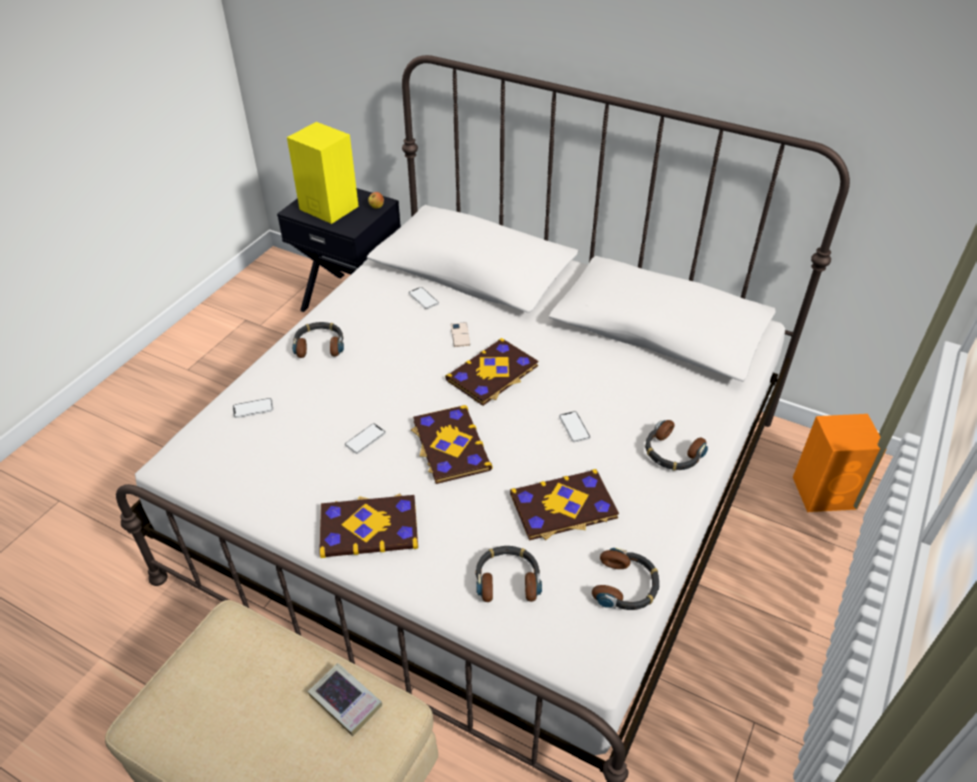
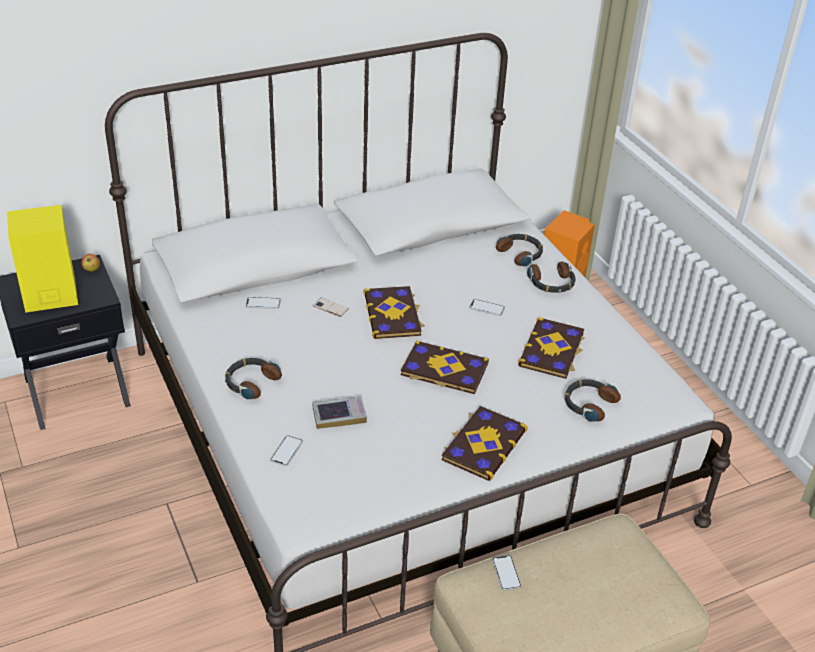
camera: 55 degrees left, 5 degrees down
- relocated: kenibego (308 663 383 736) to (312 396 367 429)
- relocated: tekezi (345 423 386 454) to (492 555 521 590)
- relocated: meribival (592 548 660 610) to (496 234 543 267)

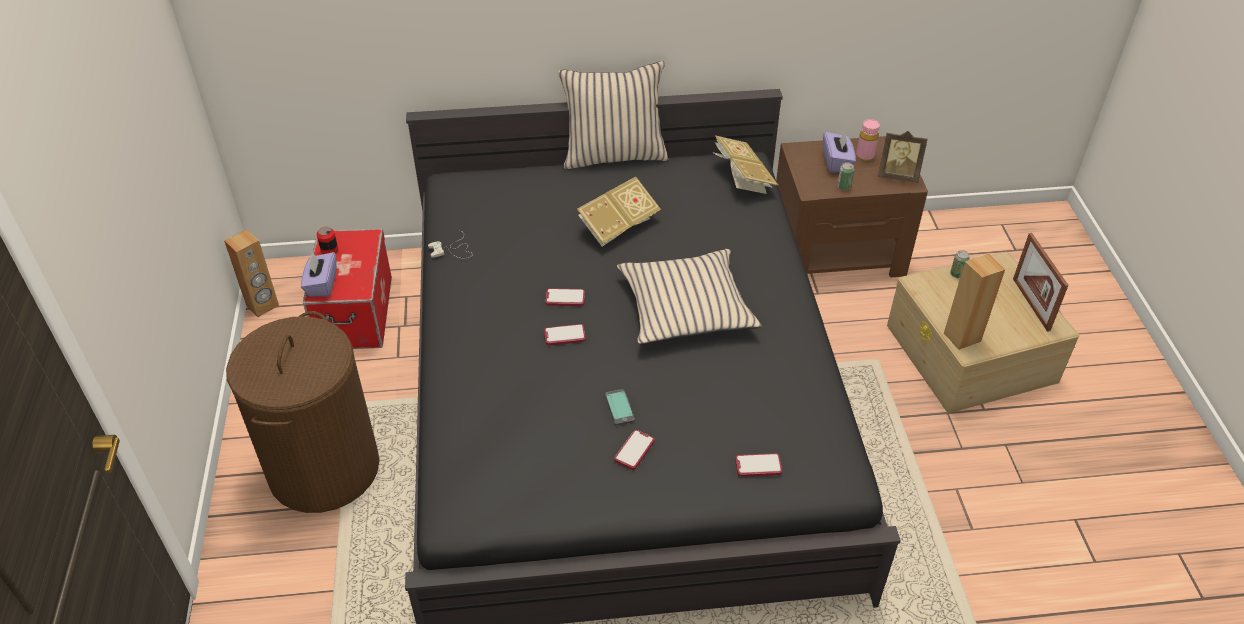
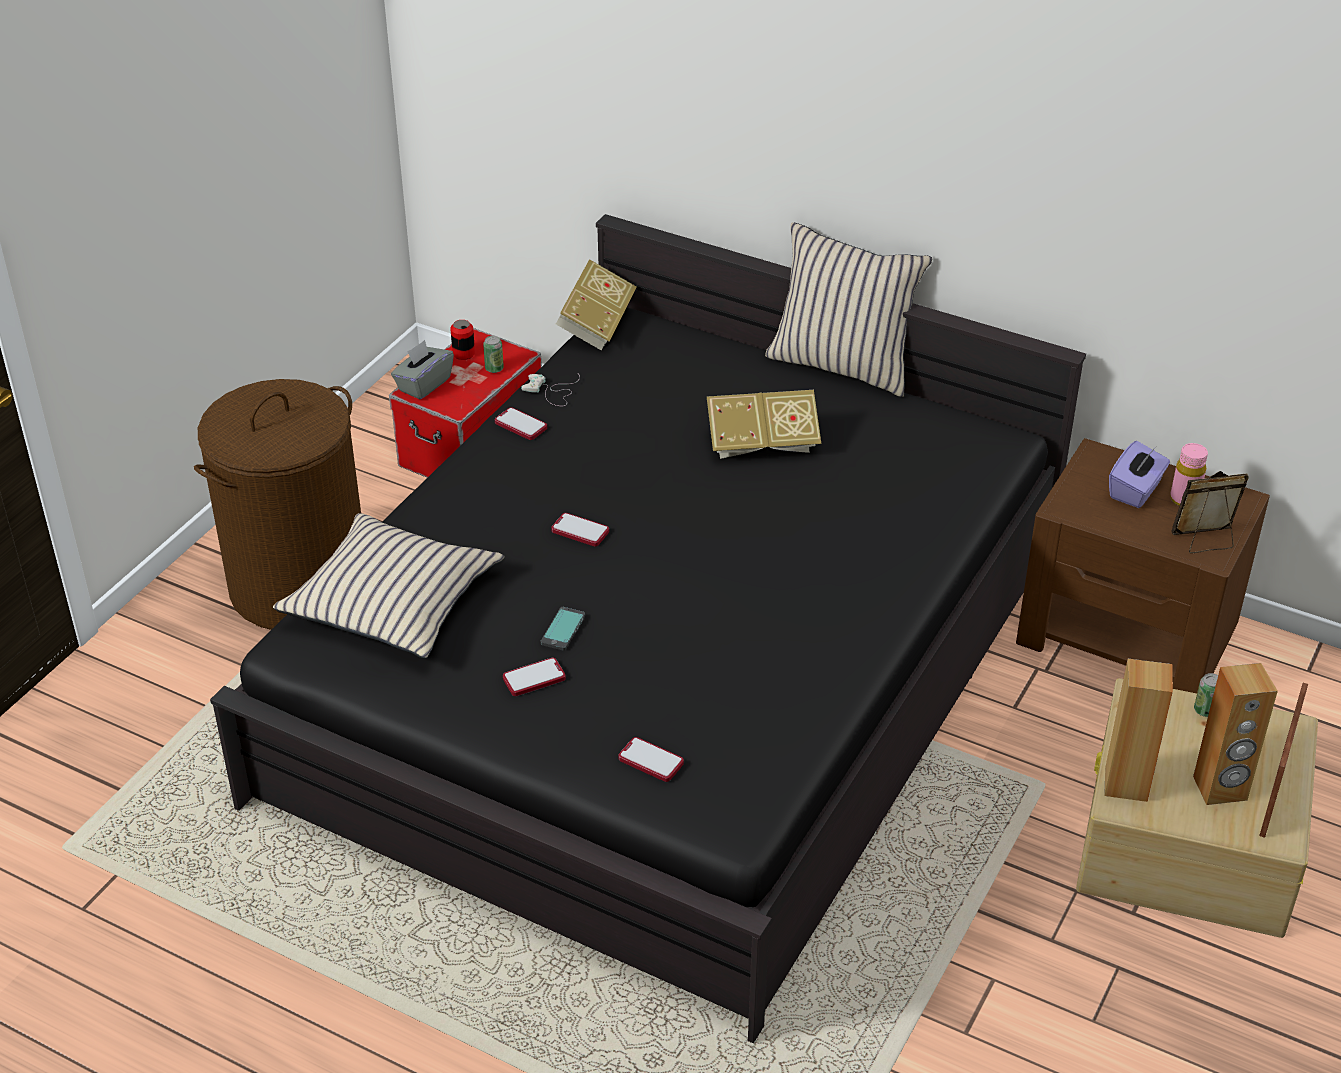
camera: 35 degrees right, 5 degrees down
- relocated: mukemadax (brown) (224 230 279 317) to (1193 663 1278 805)
- colour: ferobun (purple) (301 252 337 297) to ferobun (grey) (391 340 454 399)
- relocated: tekezi (546 288 585 306) to (495 407 547 440)
- relocated: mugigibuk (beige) (617 249 762 344) to (273 513 505 658)
- relocated: kenibego (712 135 778 194) to (556 259 637 351)
- relocated: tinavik (837 162 855 190) to (483 336 504 373)
- spun: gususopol (878 131 928 183) = (1171 471 1249 553) 120 degrees clockwise

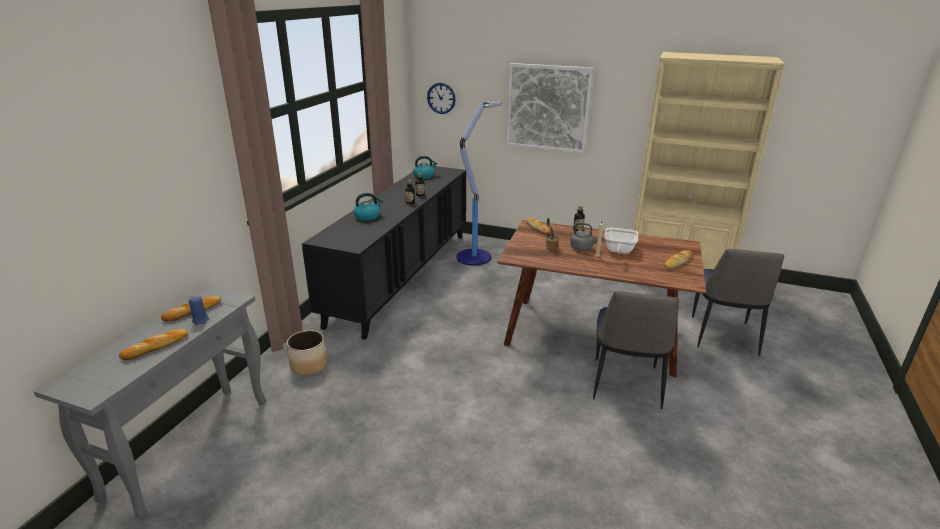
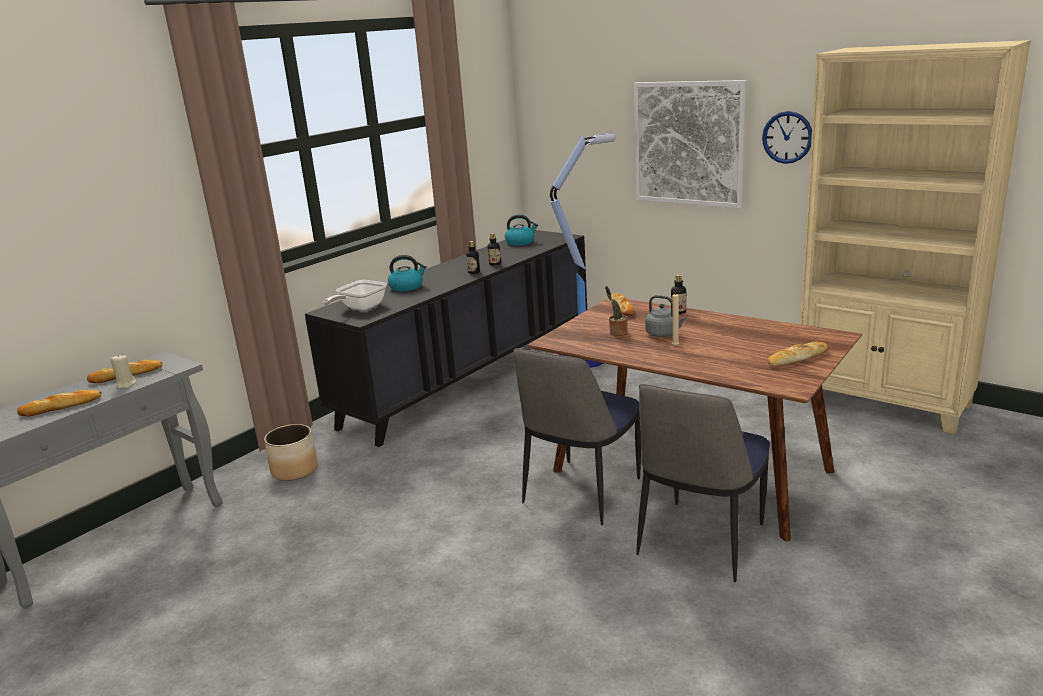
camera: 20 degrees right, 5 degrees down
- colour: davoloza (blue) (189 296 209 325) to davoloza (beige) (110 355 136 388)
- relocated: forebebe (427 83 456 114) to (762 111 812 164)
- relocated: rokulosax (604 227 638 254) to (323 280 387 310)
- relocated: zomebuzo (692 249 784 356) to (514 348 641 525)

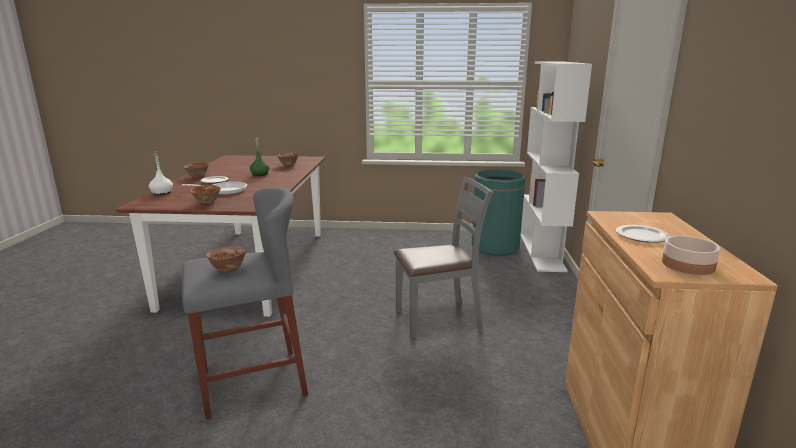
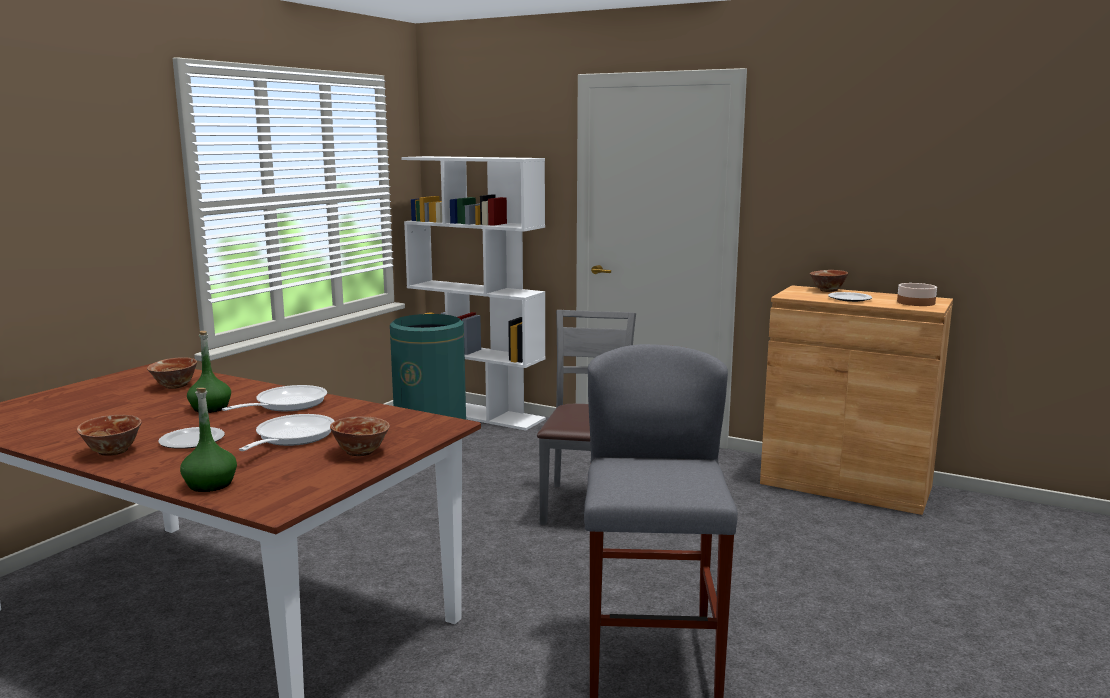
camera: 65 degrees left, 5 degrees down
- colour: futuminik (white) (149 151 173 195) to futuminik (green) (180 388 237 492)
- relocated: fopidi (206 246 246 273) to (810 270 848 292)
- appeared: rokulosax (222 385 327 411)

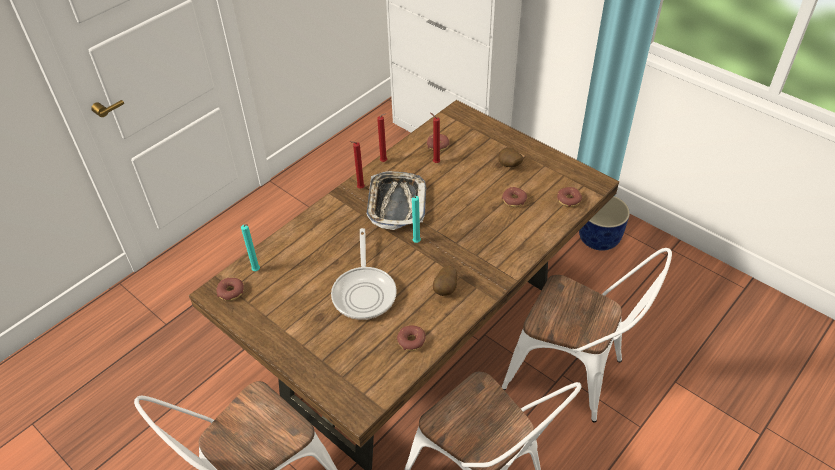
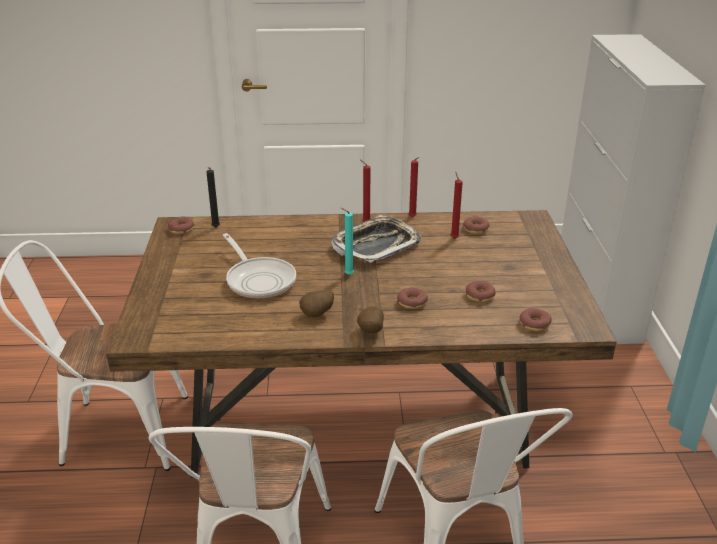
camera: 45 degrees right, 15 degrees down
- colour: davoloza (turquoise) (241 224 260 271) to davoloza (black) (206 167 220 228)
- spun: rokulosax (331 228 397 320) = (223 233 296 299) 75 degrees counterclockwise
- relocated: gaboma (397 325 426 351) to (397 287 428 309)
- relocated: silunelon (498 148 523 167) to (357 307 384 333)
- missing: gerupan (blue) (579 196 630 251)

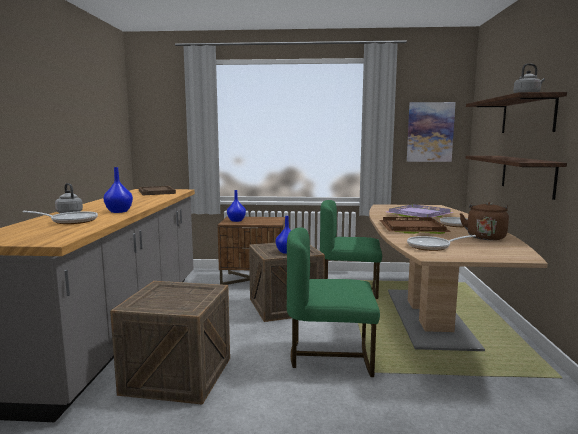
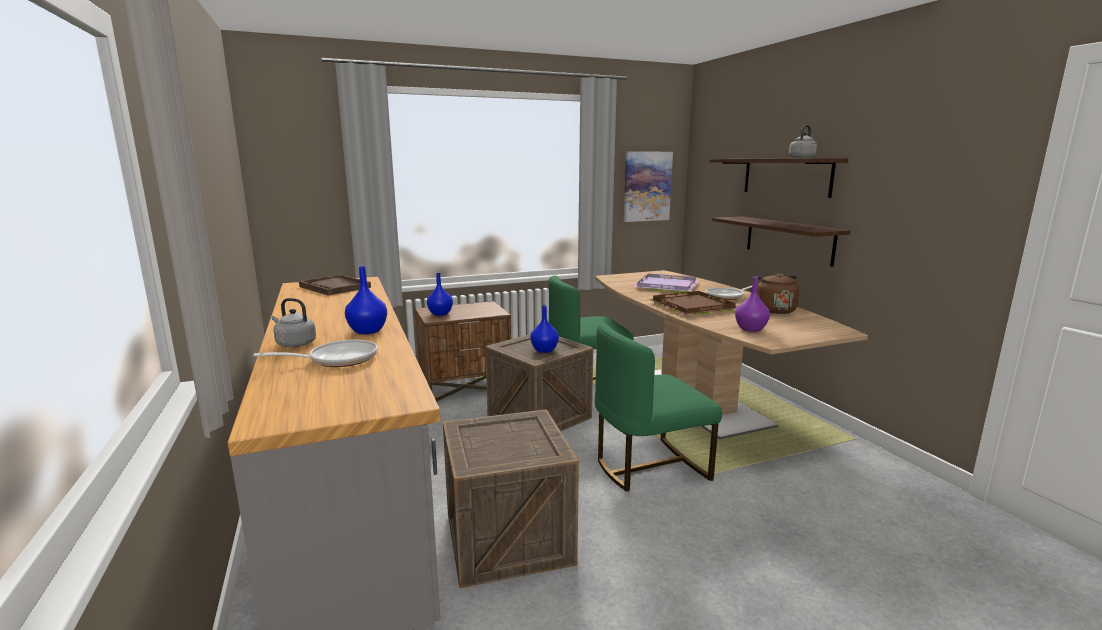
camera: 25 degrees left, 5 degrees up
- exchanged: rokulosax (407 235 476 251) to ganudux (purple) (735 277 770 332)

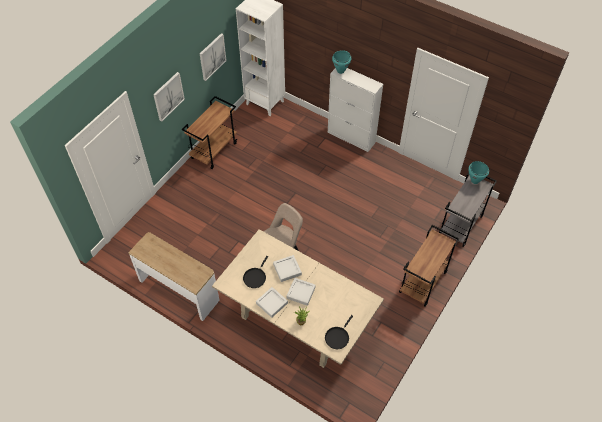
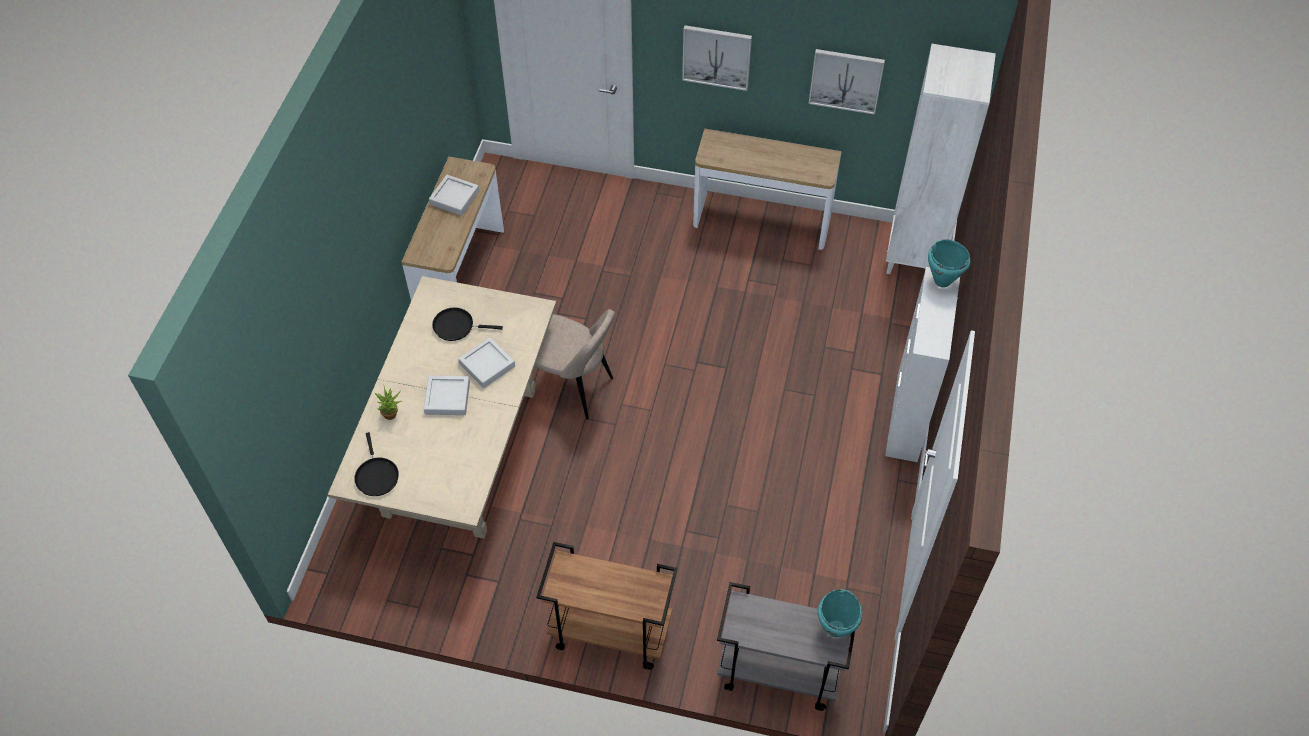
camera: 70 degrees right, 0 degrees up
- exchanged: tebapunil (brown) (182 96 237 169) to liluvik (693 129 842 250)
- relocated: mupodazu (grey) (256 287 288 318) to (429 175 479 216)
- spun: rokulosax (black) (325 315 353 349) = (354 432 399 496) 120 degrees counterclockwise

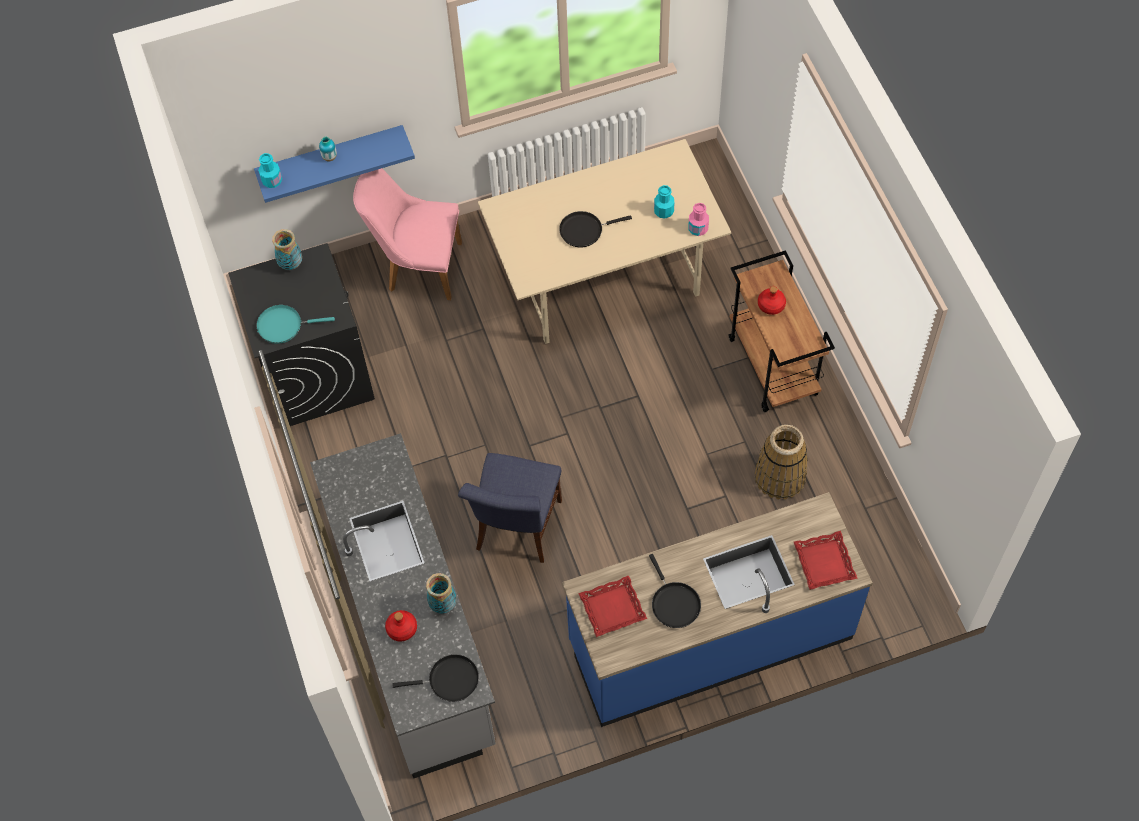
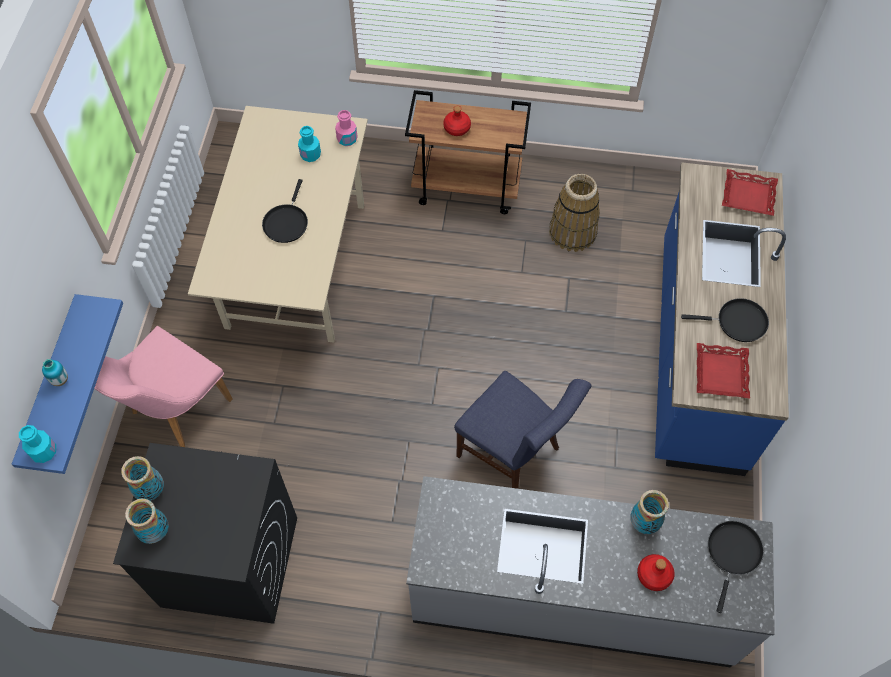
camera: 65 degrees left, 0 degrees up
- missing: rokulosax (turquoise) (256 305 335 344)
- appeared: ganudux (125 499 169 544)

